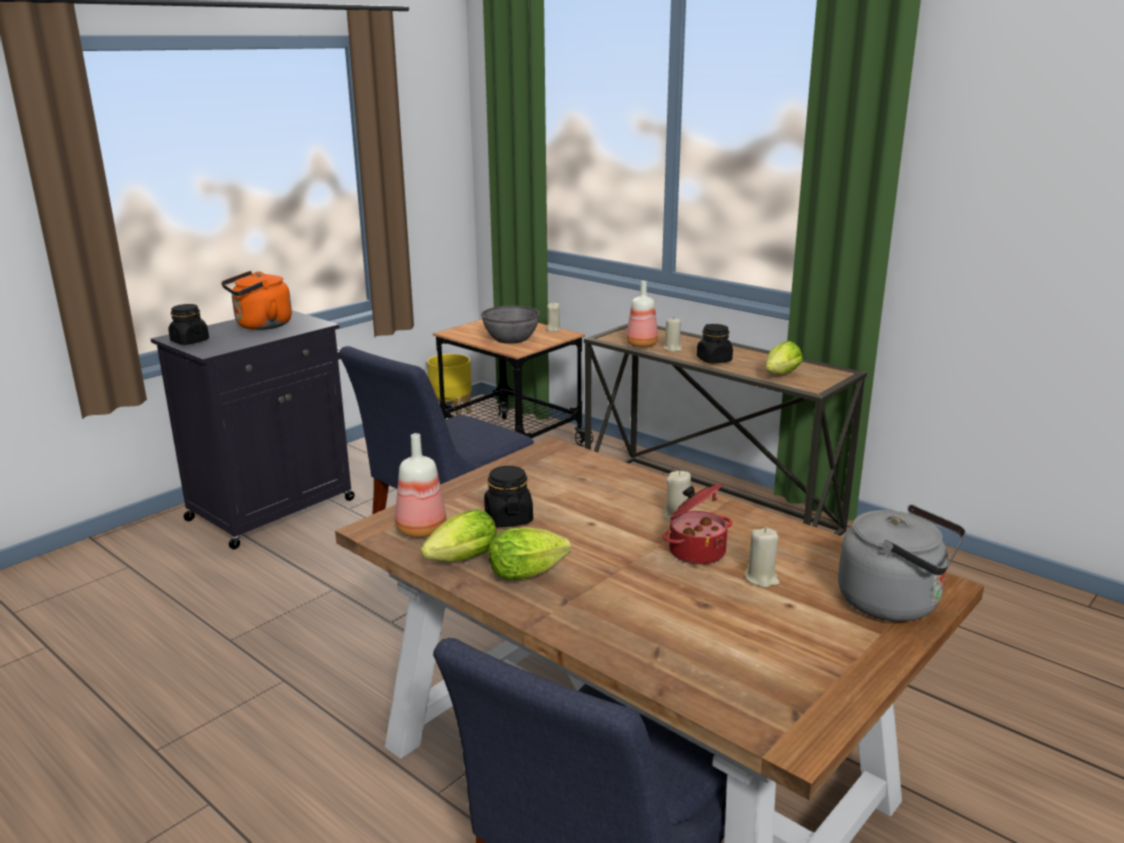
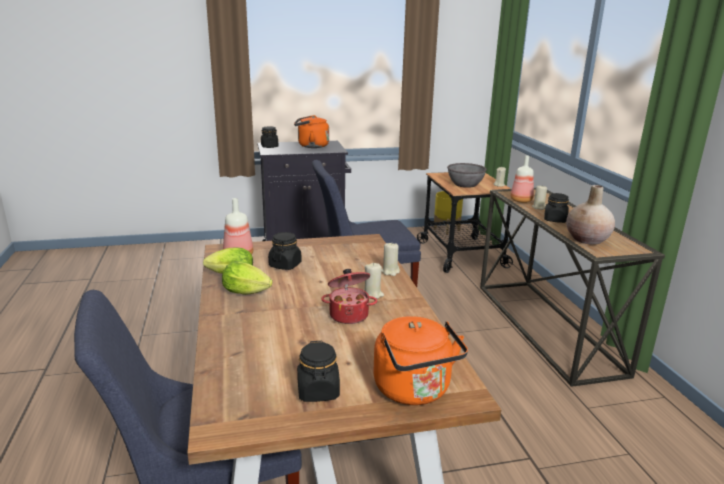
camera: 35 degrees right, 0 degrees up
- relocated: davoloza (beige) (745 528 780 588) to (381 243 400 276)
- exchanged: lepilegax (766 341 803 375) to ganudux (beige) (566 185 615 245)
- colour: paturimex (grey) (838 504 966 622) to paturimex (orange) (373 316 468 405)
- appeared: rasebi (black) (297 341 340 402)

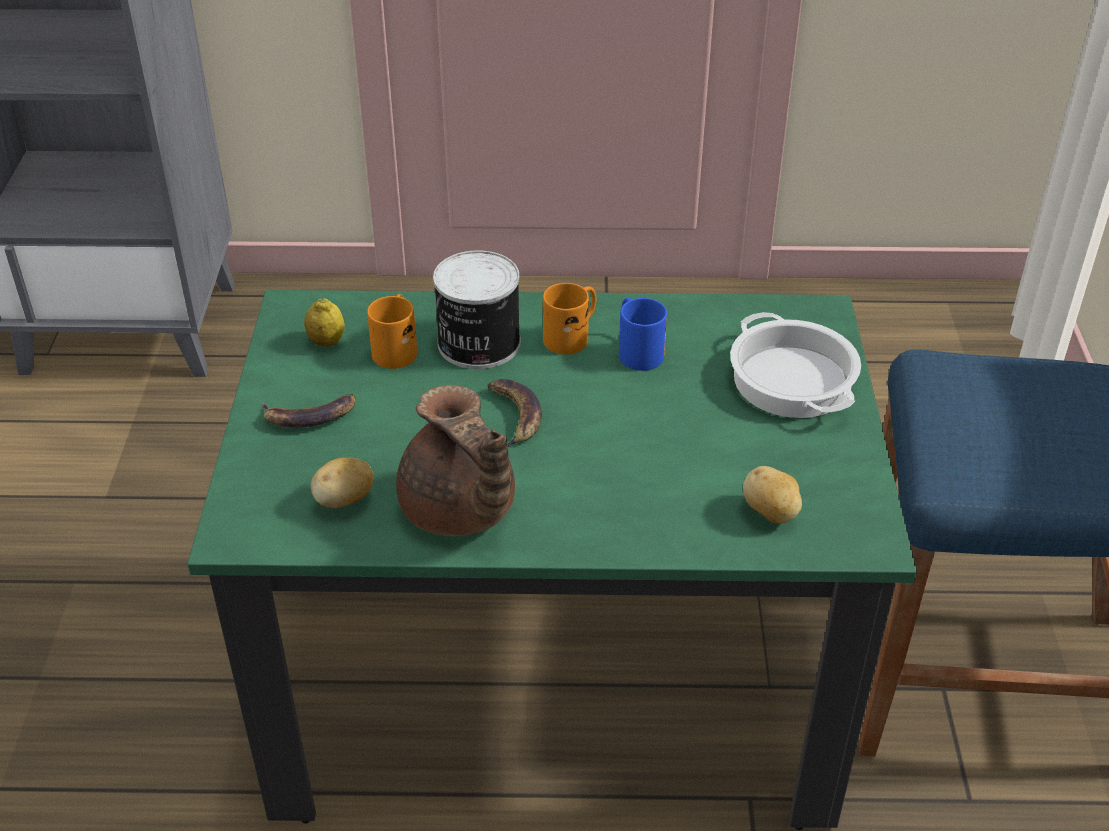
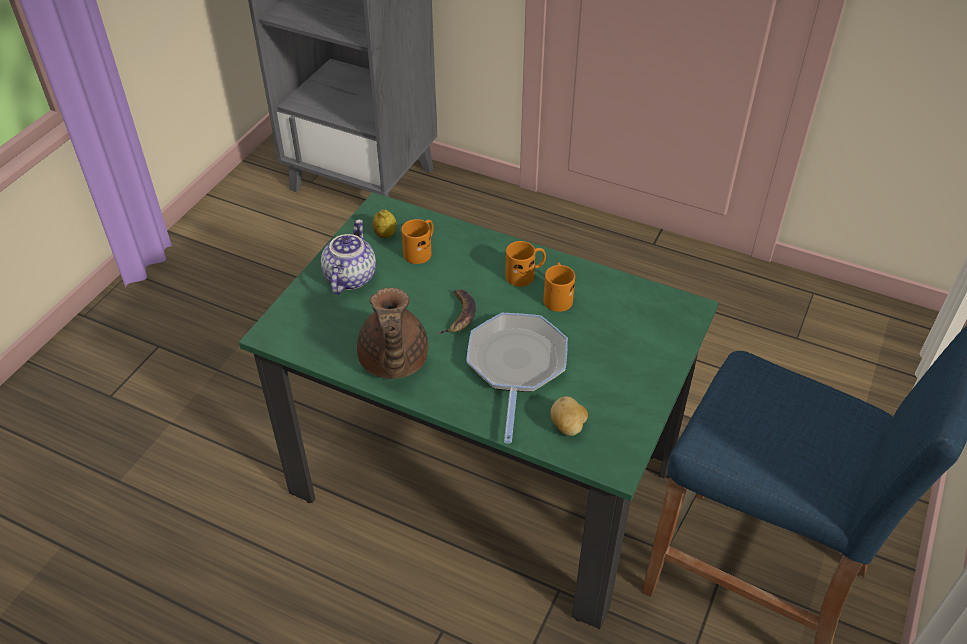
camera: 25 degrees right, 5 degrees up
- exchanged: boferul (261 394 356 428) to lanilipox (321 219 376 295)
- missing: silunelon (310 458 373 508)
- missing: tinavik (433 250 521 369)
- colour: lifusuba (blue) (619 298 667 371) to lifusuba (orange) (543 262 575 312)
- missing: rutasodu (730 312 861 418)
- appeared: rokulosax (466 313 568 444)

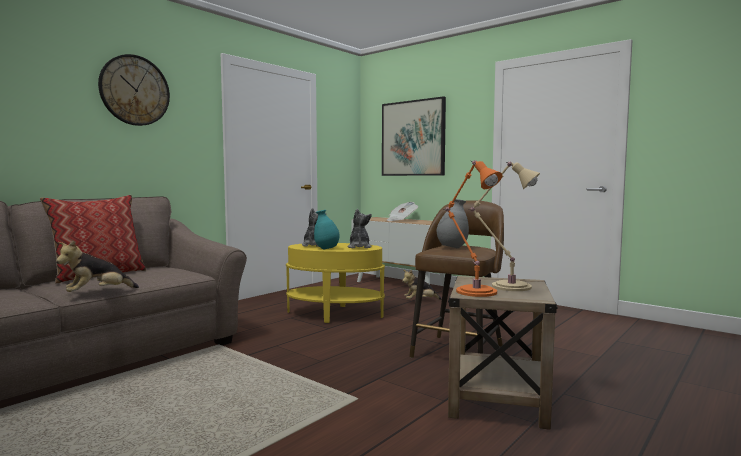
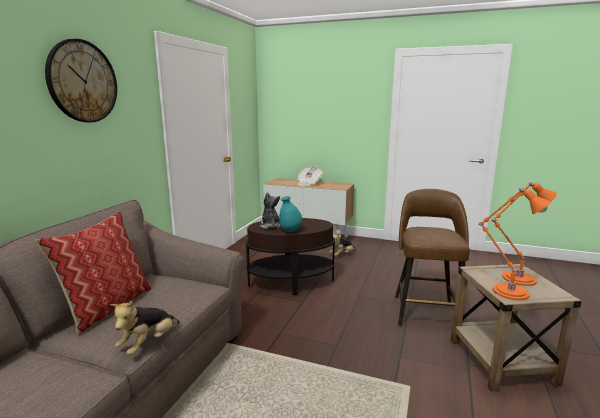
camera: 20 degrees left, 10 degrees up
- colour: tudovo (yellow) (286 243 385 323) to tudovo (brown) (245 218 335 295)
- missing: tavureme (347 209 372 248)
- missing: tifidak (382 96 446 176)
- missing: ganudux (grey) (436 199 469 248)
- colour: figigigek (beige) (469 162 540 291) to figigigek (orange) (492 182 557 286)

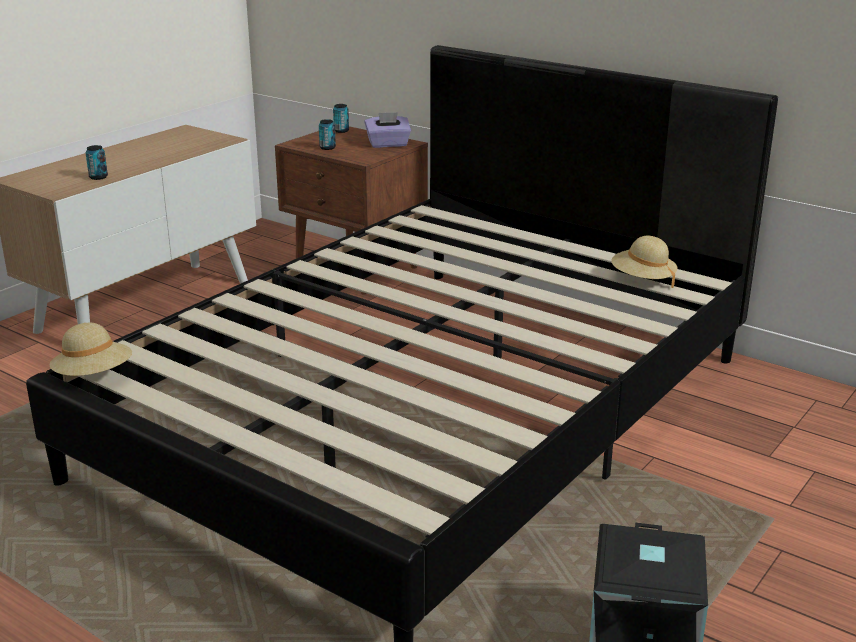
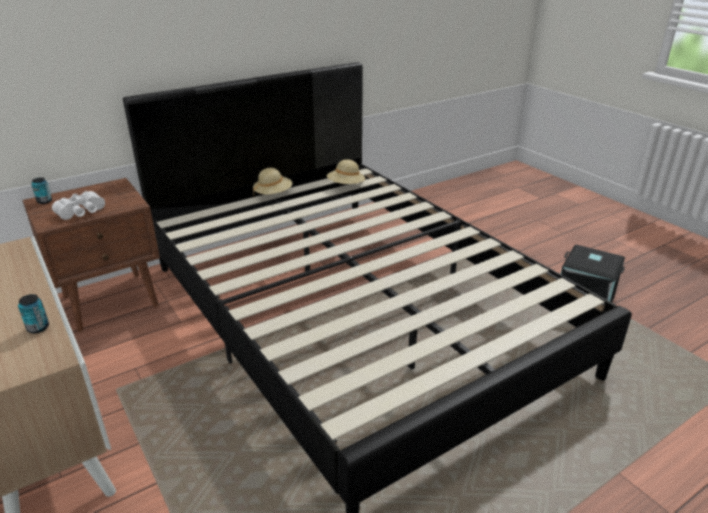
camera: 70 degrees left, 5 degrees up
- relocated: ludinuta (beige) (49 323 132 376) to (253 168 292 194)
- exchanged: tinavik (319 119 336 150) to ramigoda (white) (52 191 105 220)
- missing: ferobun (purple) (365 112 411 148)

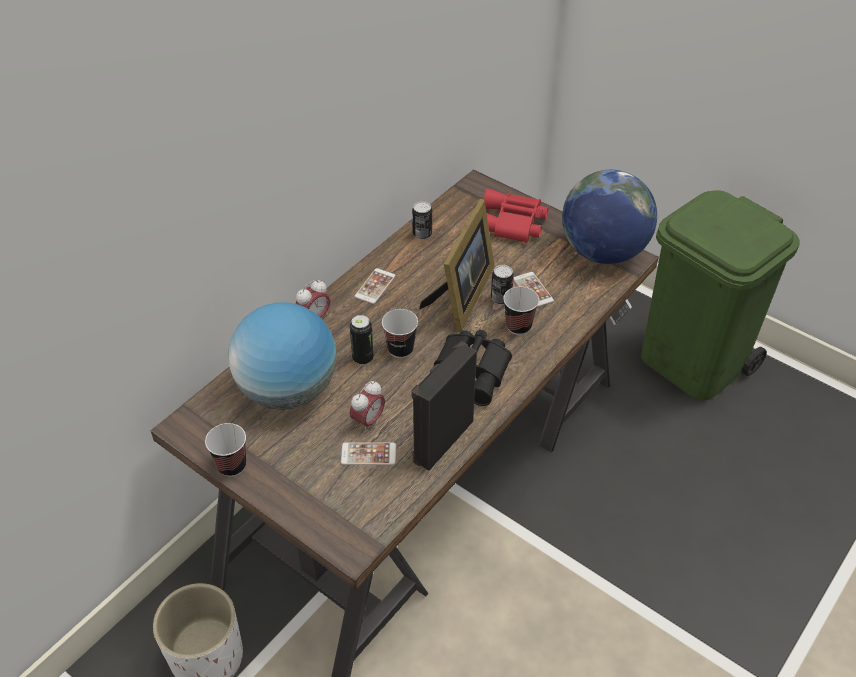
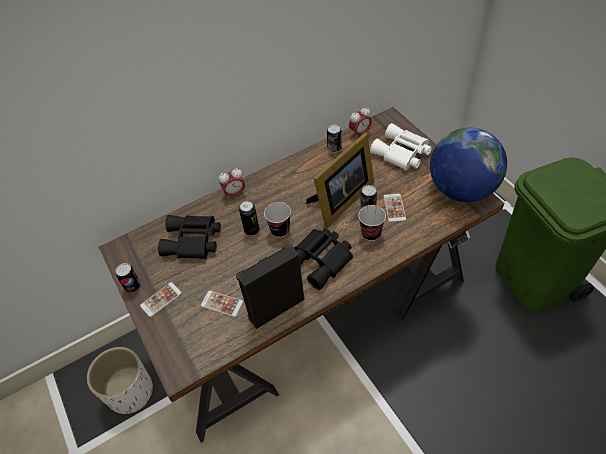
camera: 25 degrees right, 5 degrees up
- exchanged: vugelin (205 423 246 477) to tinavik (115 263 141 293)
- exchanged: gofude (228 302 337 410) to ramigoda (black) (158 215 221 259)
- relocated: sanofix (350 380 385 432) to (349 107 372 138)
- relocated: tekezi (355 268 396 304) to (140 282 182 317)
- colour: ramigoda (red) (484 188 548 243) to ramigoda (white) (370 123 432 171)

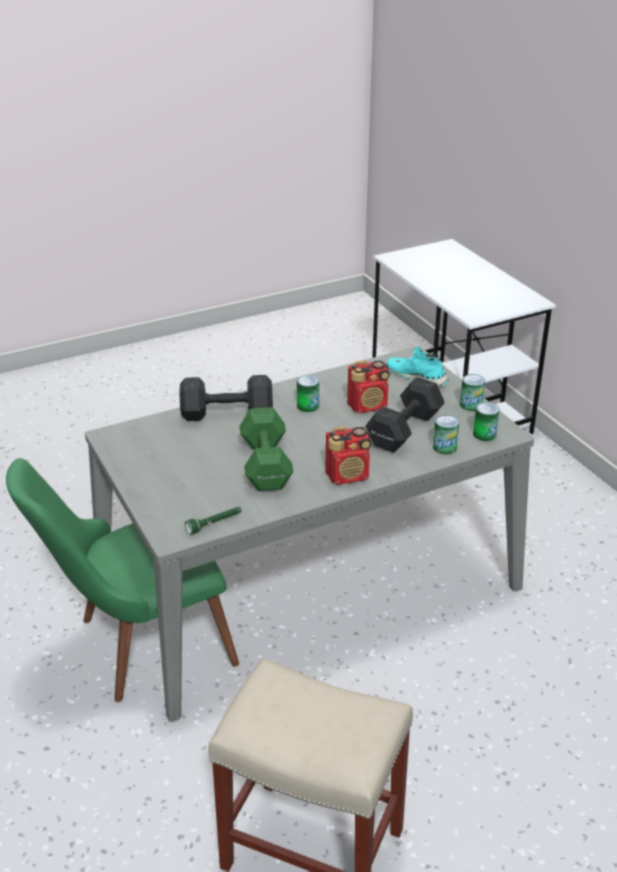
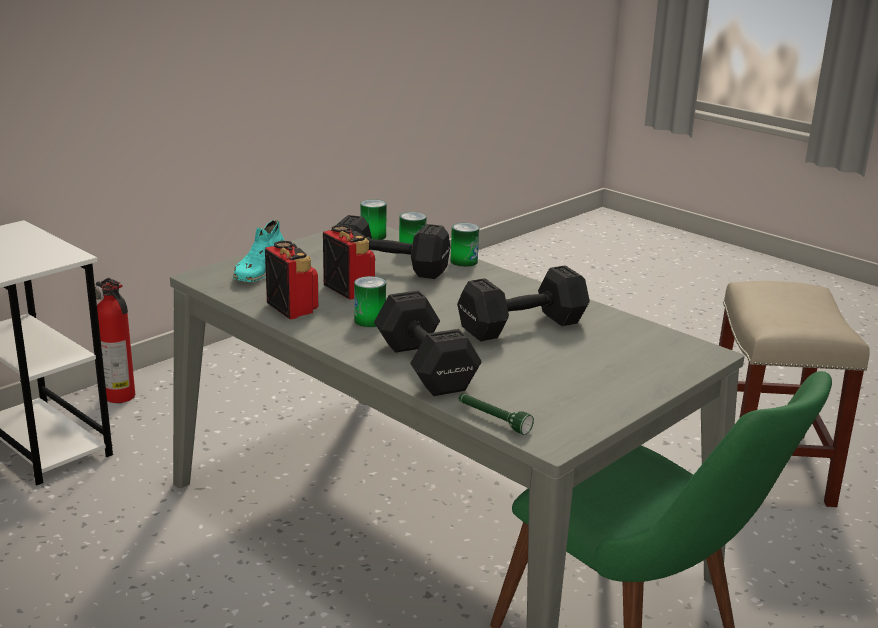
camera: 110 degrees left, 10 degrees down
- relocated: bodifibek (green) (185 507 242 535) to (459 394 534 435)
- colour: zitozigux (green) (239 407 294 491) to zitozigux (black) (457 265 590 341)
- relocated: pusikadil (325 426 372 485) to (265 240 318 320)
- relocated: tinavik (460 374 485 411) to (451 223 479 267)
- appeared: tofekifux (95 278 135 403)

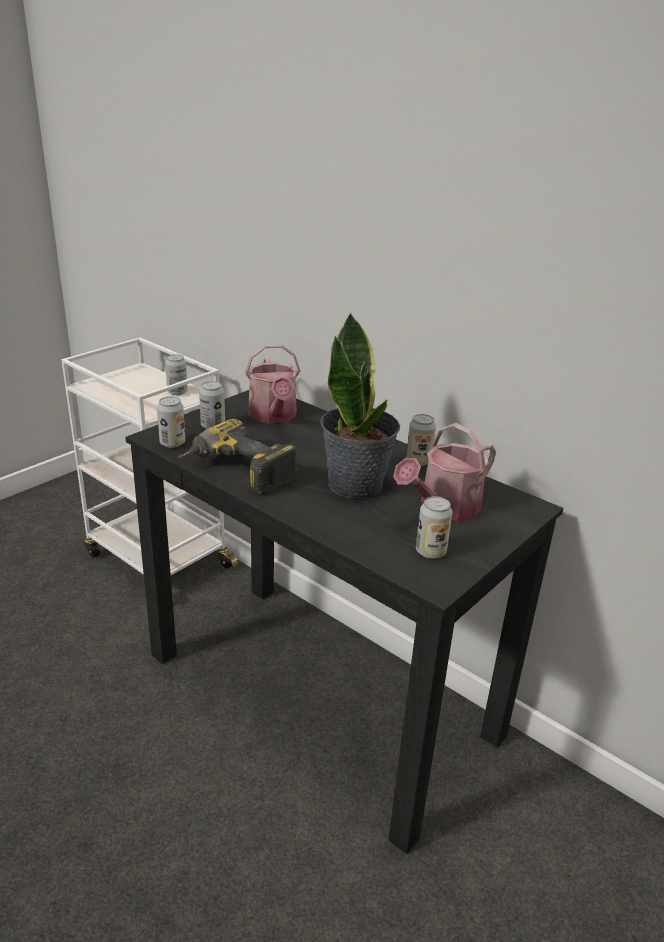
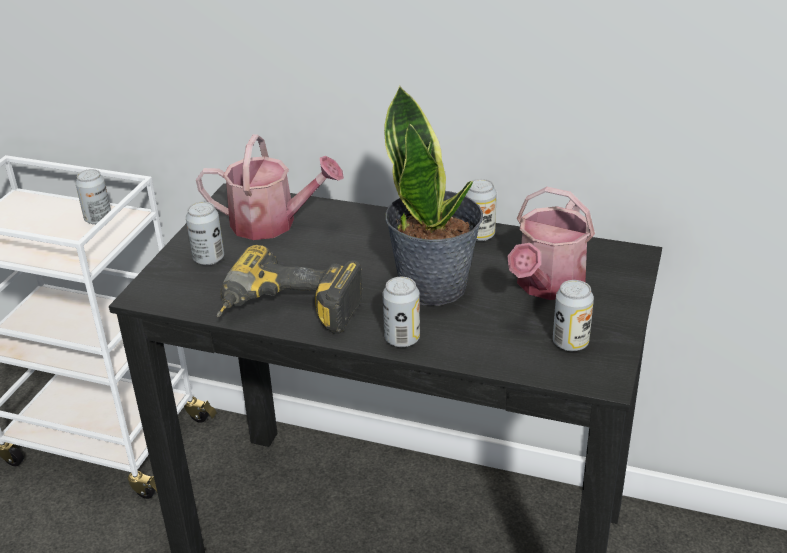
camera: 20 degrees left, 5 degrees up
- relocated: tinavik (157 396 185 448) to (383 277 420 347)
- spun: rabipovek (245 344 300 423) = (196 134 344 240) 45 degrees counterclockwise

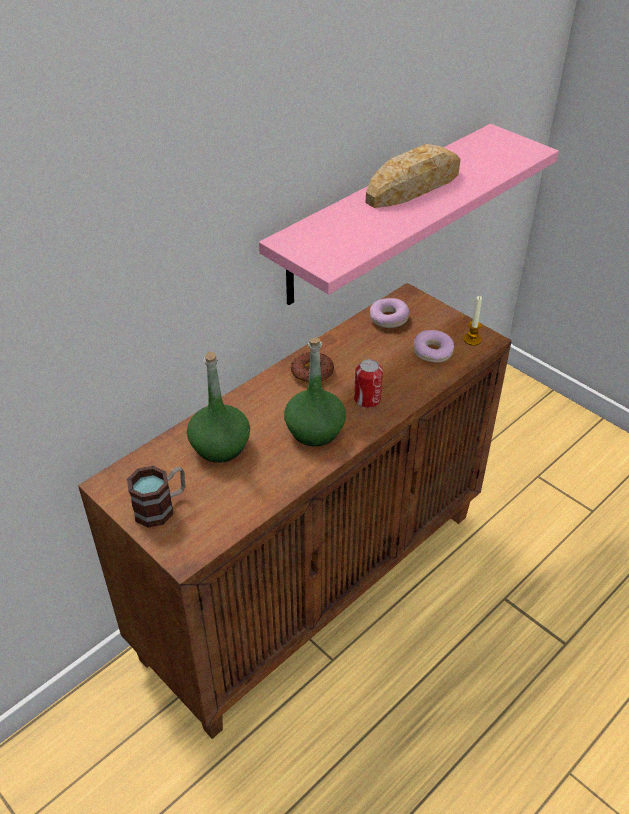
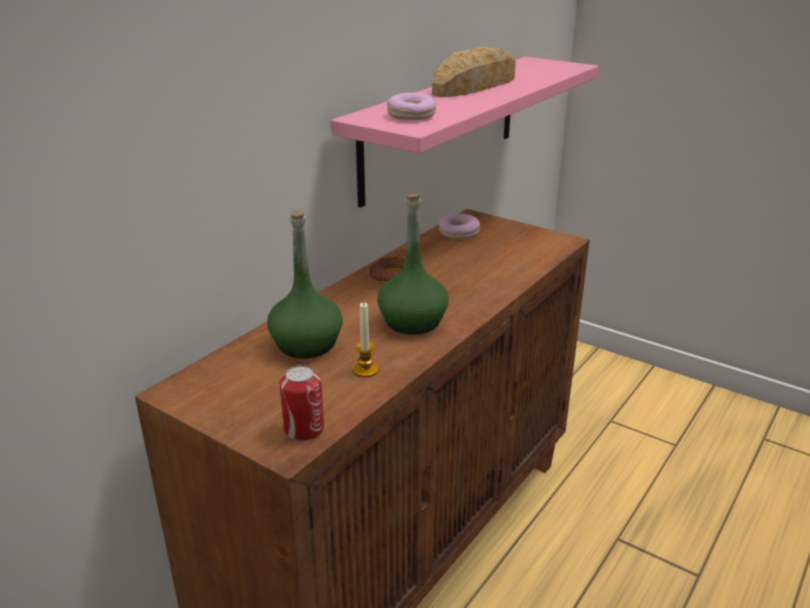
camera: 10 degrees left, 15 degrees down
- missing: lifusuba (127 466 185 528)
- relocated: tinavik (354 359 383 408) to (279 365 324 441)
- relocated: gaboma (414 330 454 363) to (387 93 436 120)
- relocated: davoloza (463 296 482 346) to (353 302 379 377)

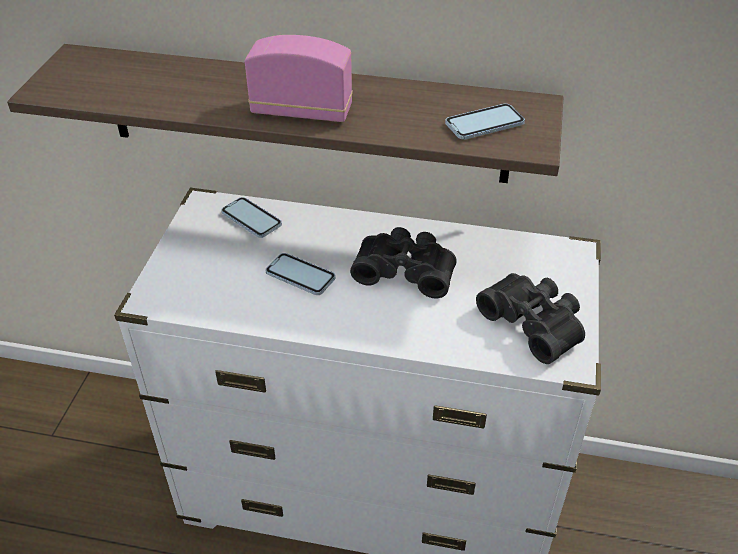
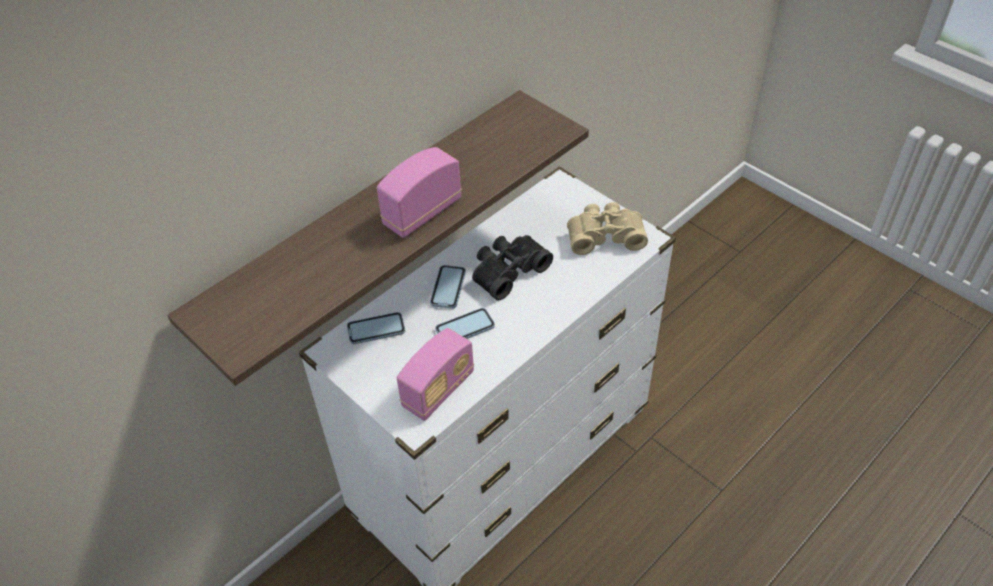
camera: 55 degrees left, 5 degrees up
- relocated: tekezi (445 103 525 140) to (430 265 466 309)
- colour: ramigoda (black) (476 273 585 364) to ramigoda (beige) (567 202 648 255)
- appeared: pusikadil (397 328 474 421)

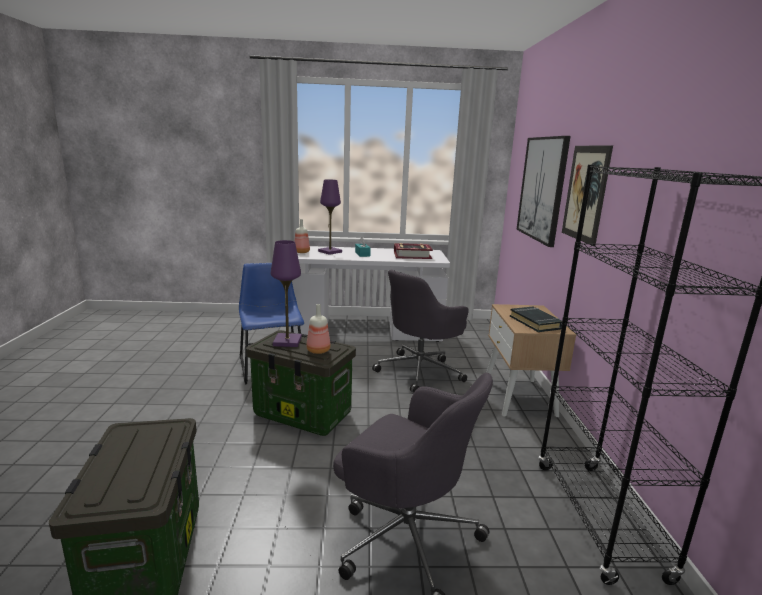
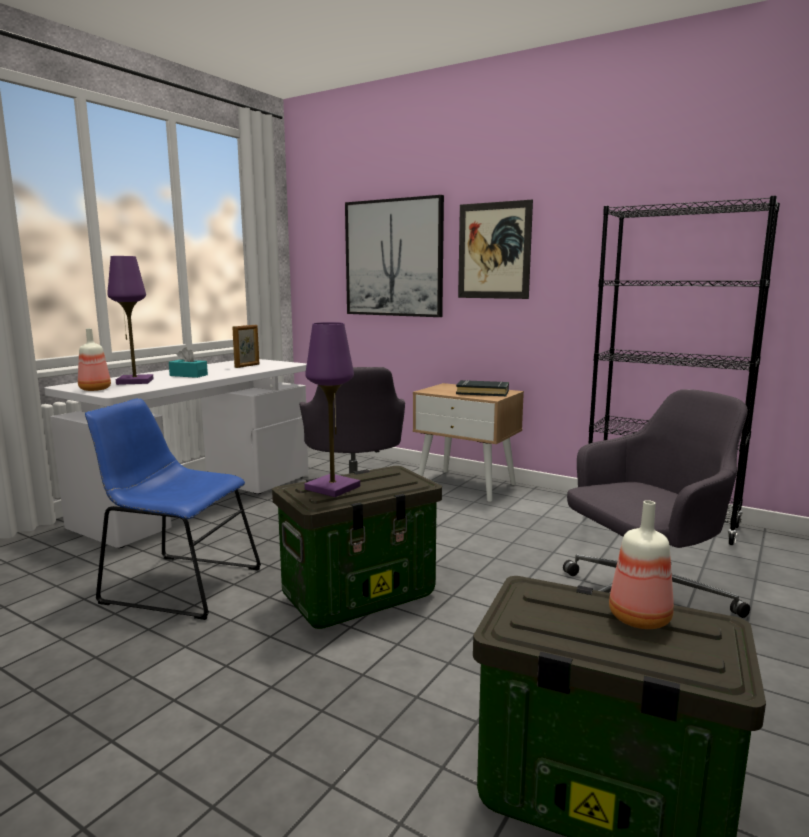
camera: 55 degrees left, 5 degrees down
- relocated: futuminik (306 304 330 354) to (609 500 674 629)
- exchanged: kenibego (394 243 433 259) to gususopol (232 325 259 368)

